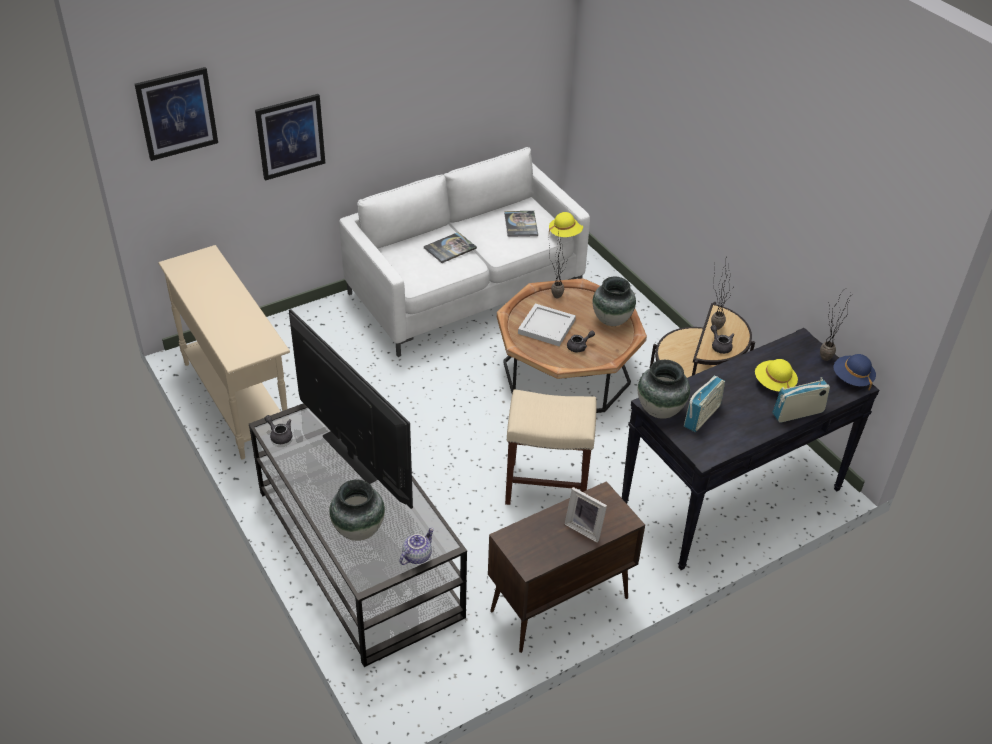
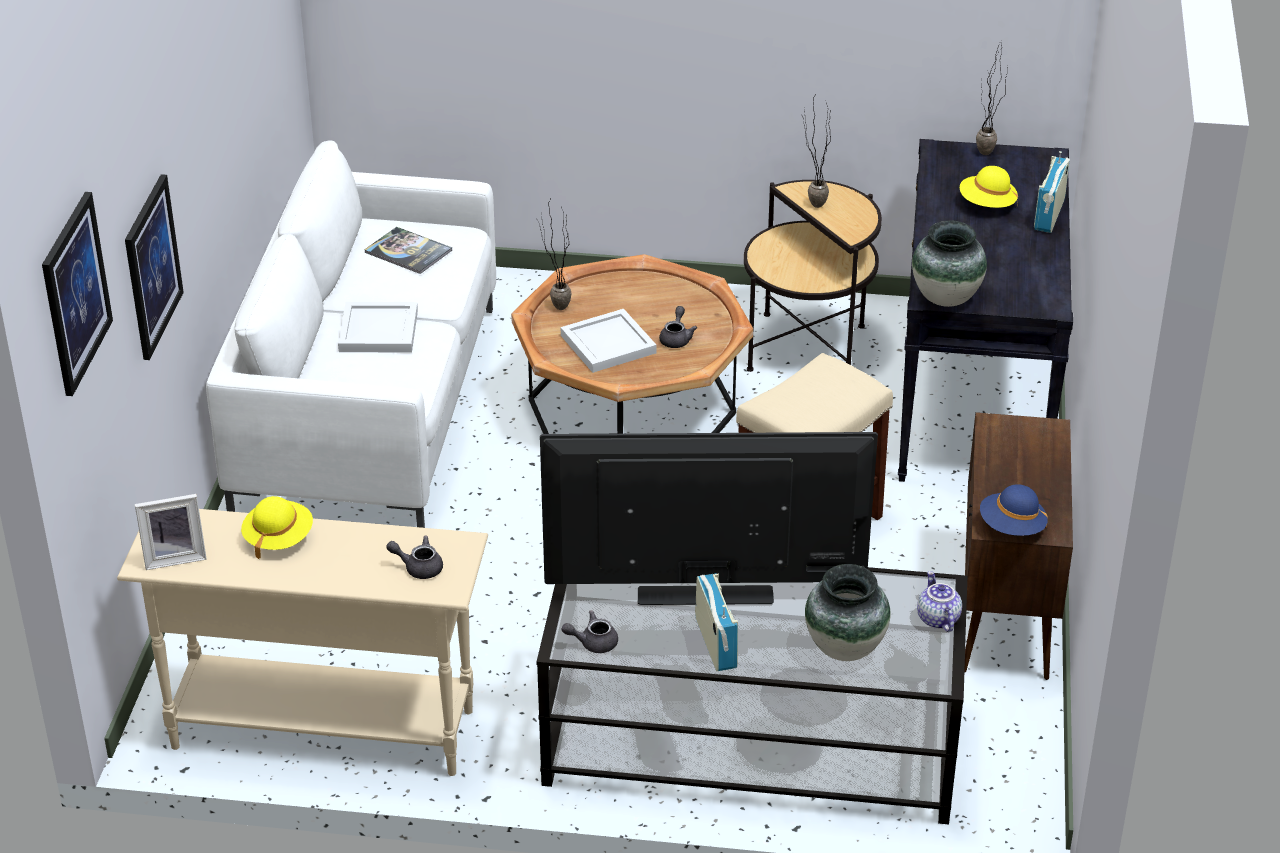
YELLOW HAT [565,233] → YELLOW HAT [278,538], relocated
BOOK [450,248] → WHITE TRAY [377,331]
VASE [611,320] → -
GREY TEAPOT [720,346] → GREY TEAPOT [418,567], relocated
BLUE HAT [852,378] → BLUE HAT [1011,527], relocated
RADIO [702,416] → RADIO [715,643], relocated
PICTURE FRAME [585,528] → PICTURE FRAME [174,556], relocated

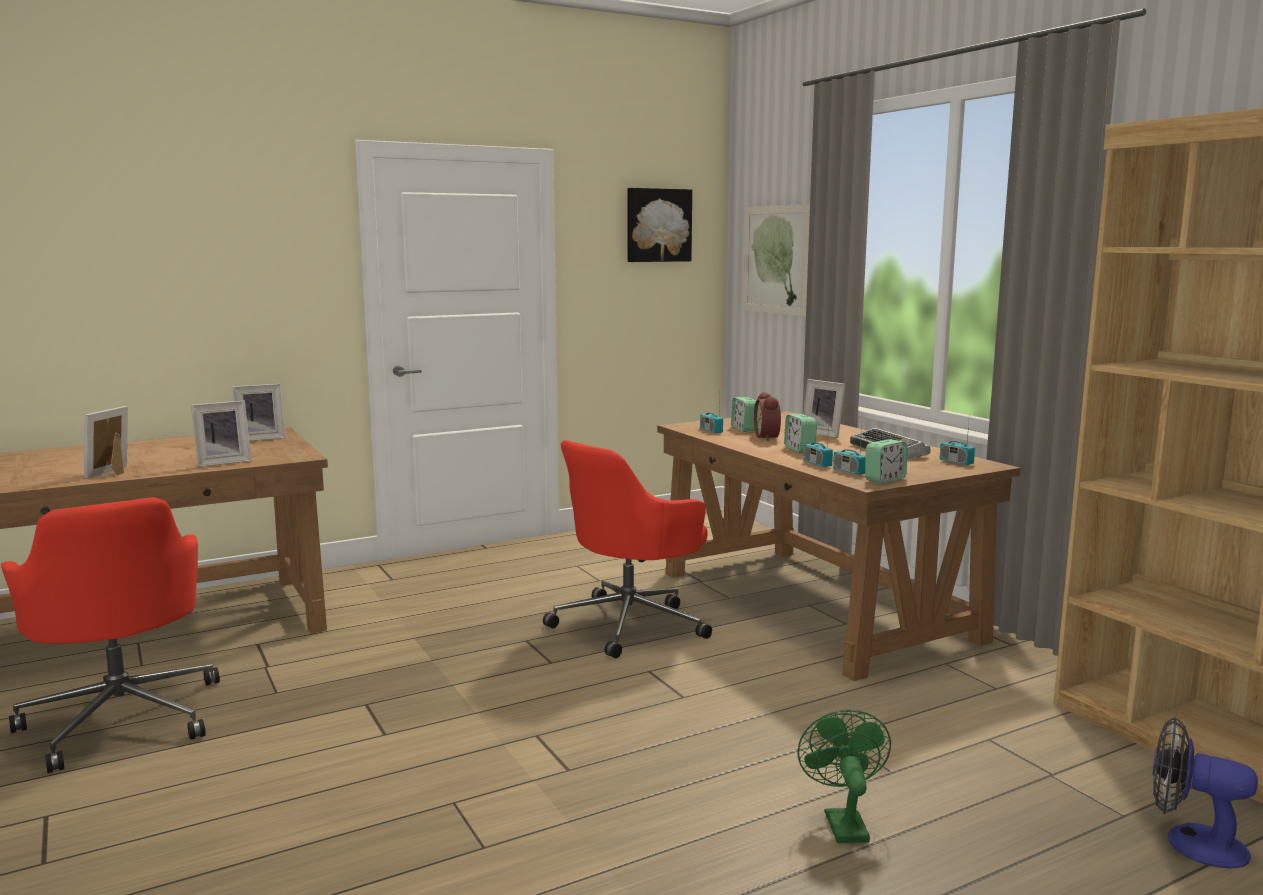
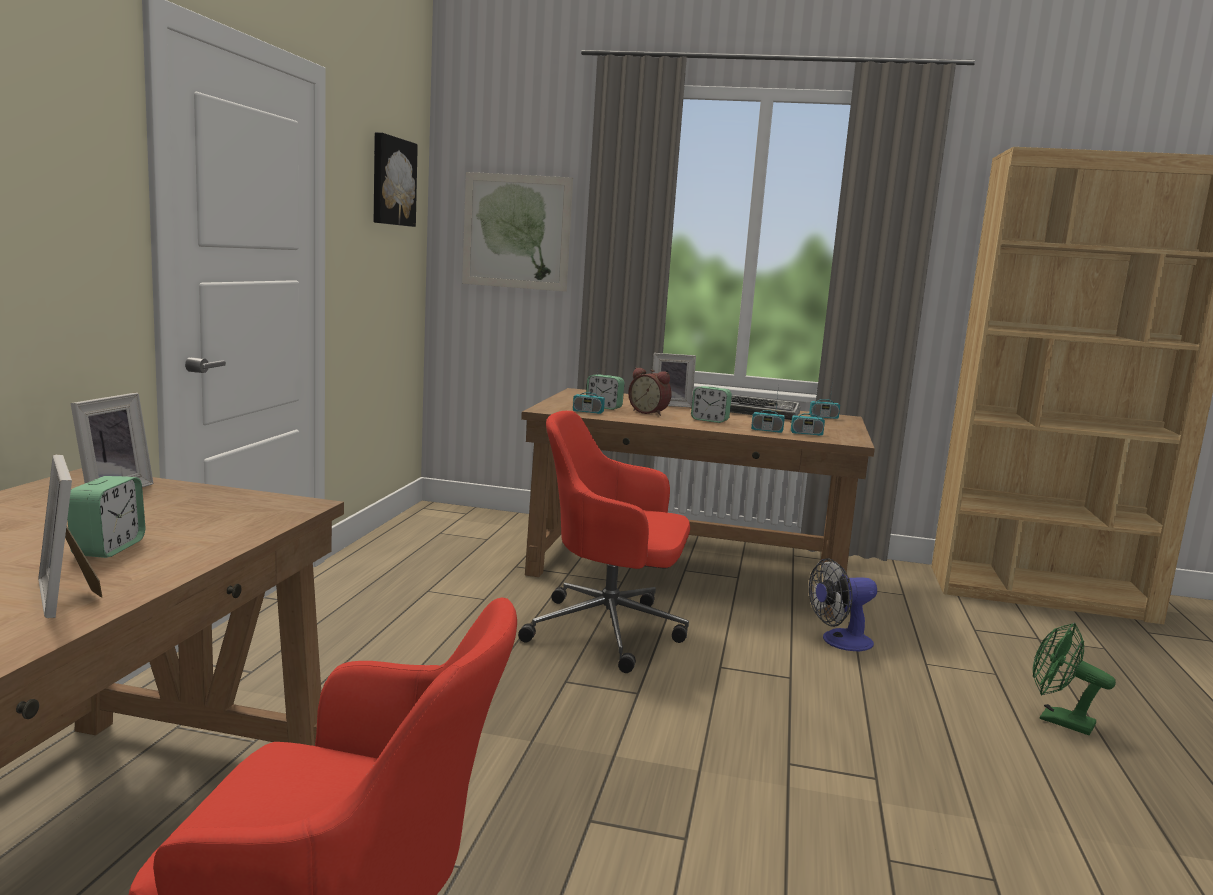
PICTURE FRAME [223,462] → -
ALARM CLOCK [885,480] → ALARM CLOCK [108,548], relocated
RED OFFICE CHAIR [631,624] → RED OFFICE CHAIR [610,631], 105 degrees clockwise
FAN [1191,842] → FAN [839,642], relocated

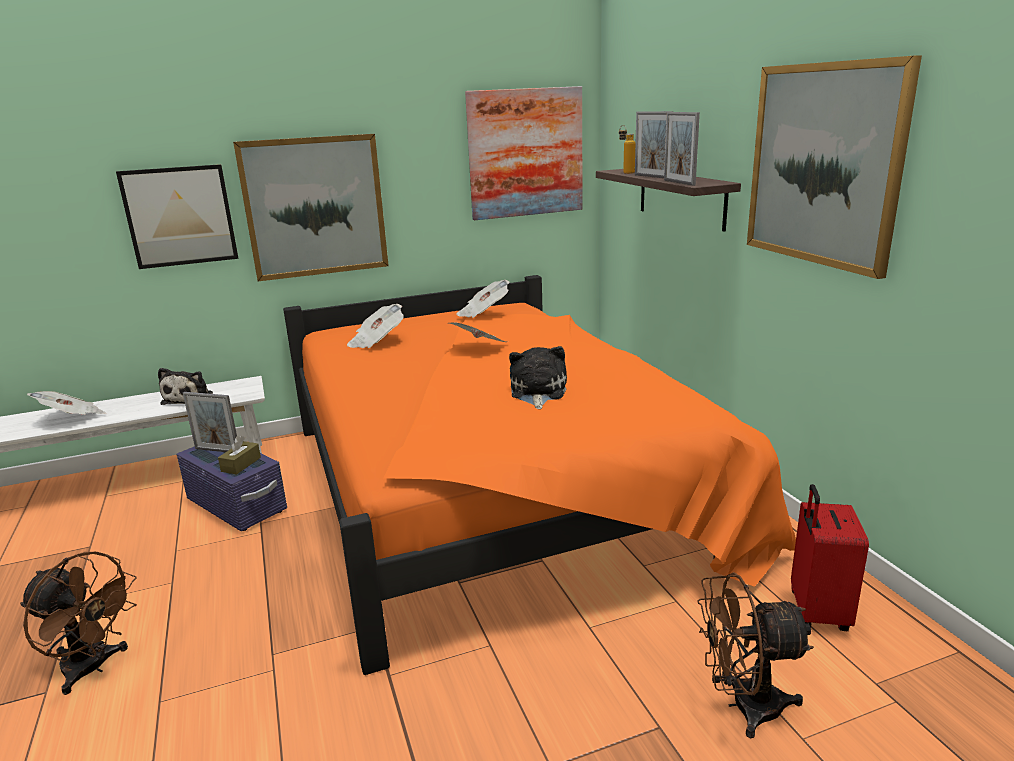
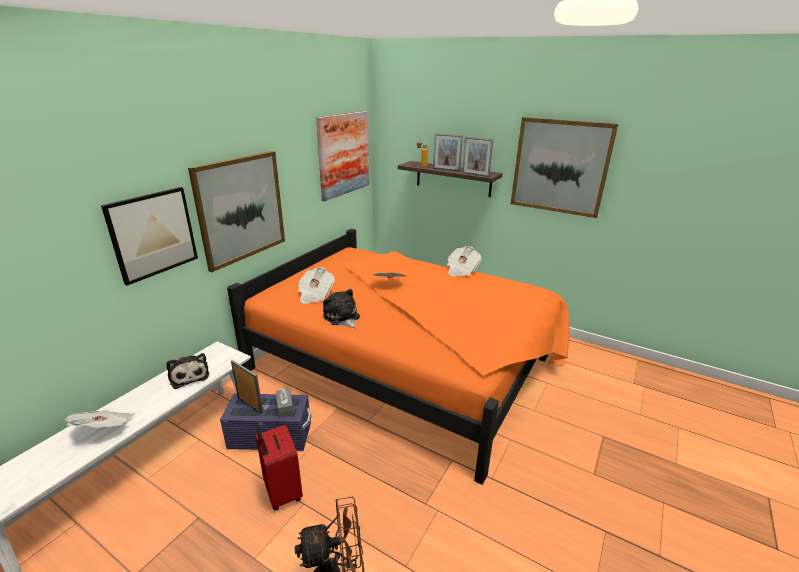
NEWSPAPER [483,313] → NEWSPAPER [461,270], relocated
PLUSH TOY [537,392] → PLUSH TOY [342,317], relocated
PICTURE FRAME [217,450] → PICTURE FRAME [250,405], 120 degrees counterclockwise
BROWN TISSUE BOX [241,464] → GREY TISSUE BOX [285,407]
RED SUITCASE [816,611] → RED SUITCASE [281,492], relocated
BROWN FAN [743,705] → -

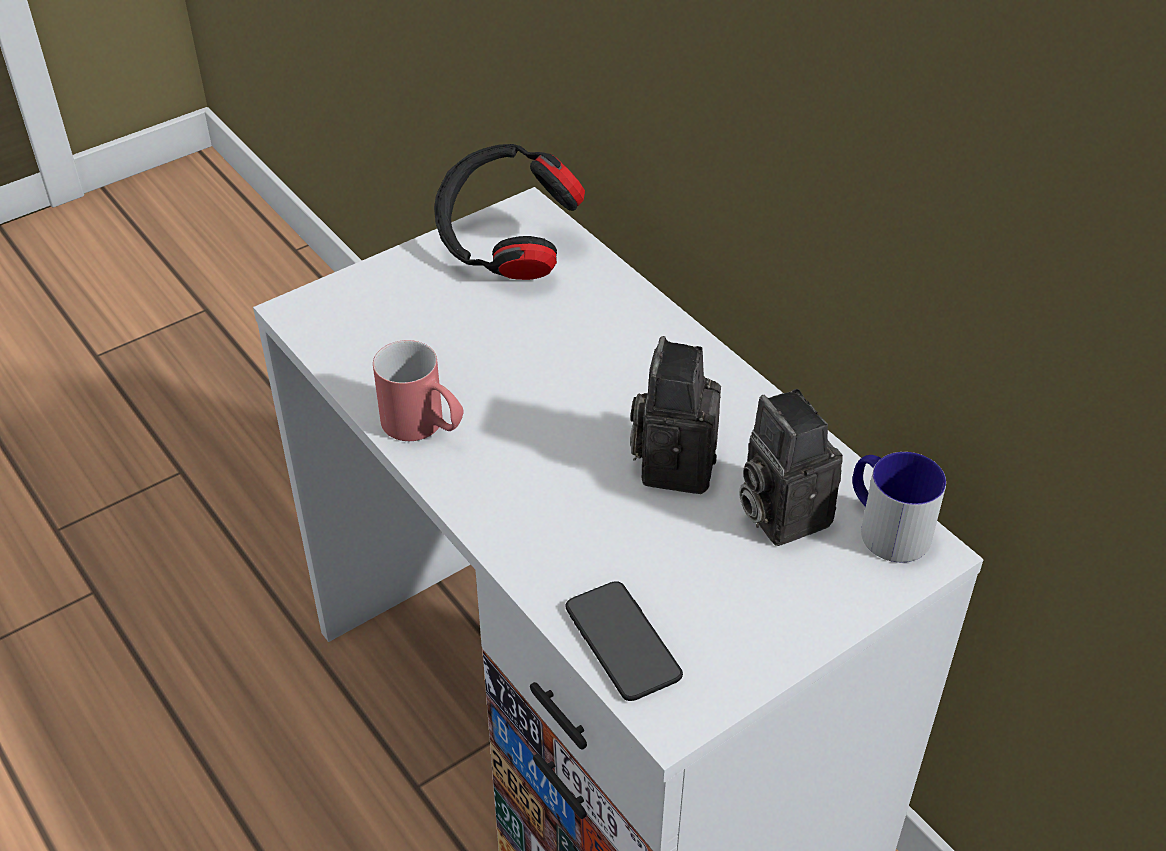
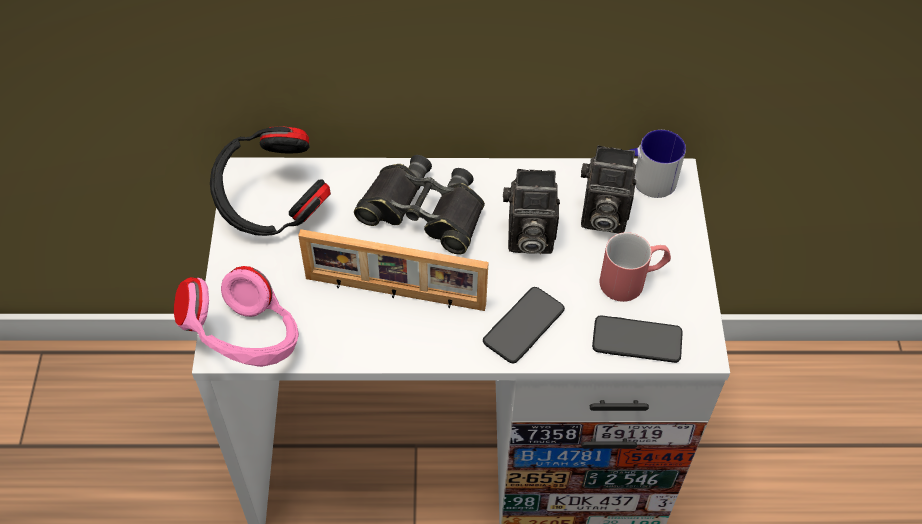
PHOTO CAMERA [673,462] → PHOTO CAMERA [527,238], 45 degrees counterclockwise
RED MUG [424,427] → RED MUG [632,280], relocated
- → BLACK BINOCULARS [424,211]
- → PICTURE FRAME [394,294]
- → PINK HEADPHONES [247,342]
- → PHONE [523,326]

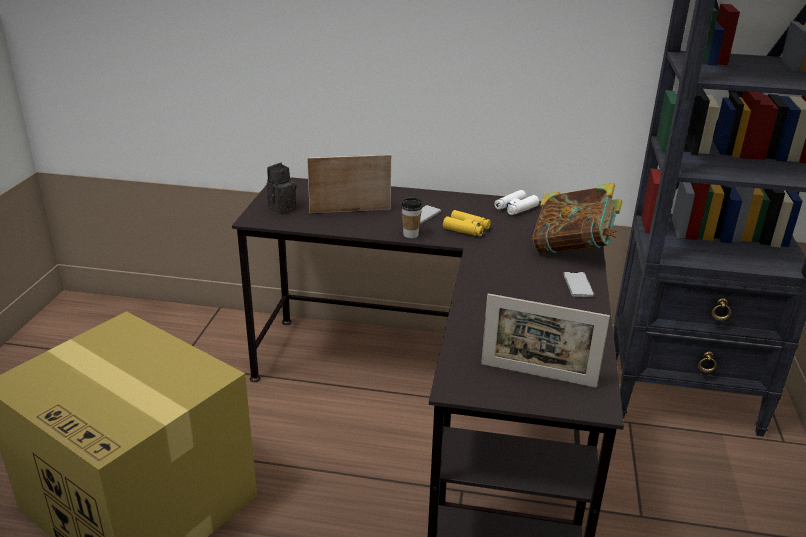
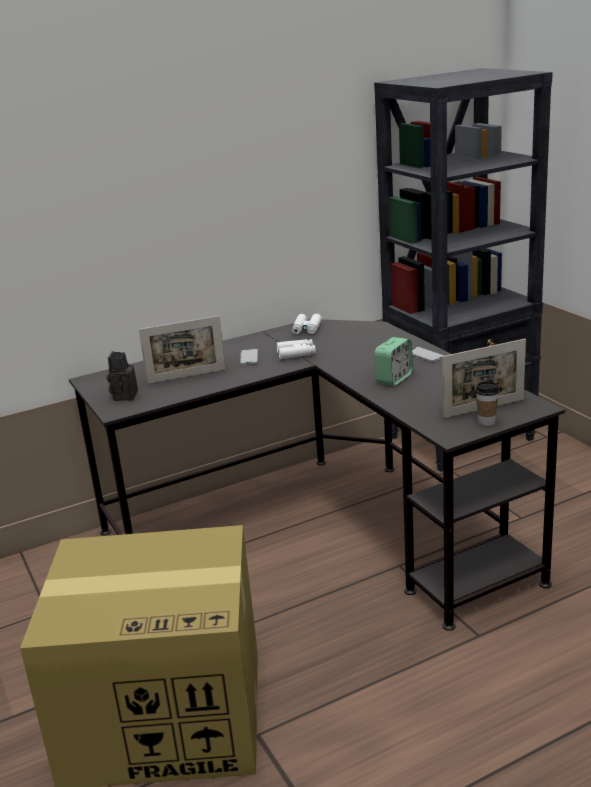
PICTURE FRAME [350,211] → PICTURE FRAME [186,376], 150 degrees counterclockwise
BOOK [572,250] → -
CUP [410,235] → CUP [486,422], relocated
YELLOW BINOCULARS [466,229] → WHITE BINOCULARS [296,353]
- → ALARM CLOCK [394,379]

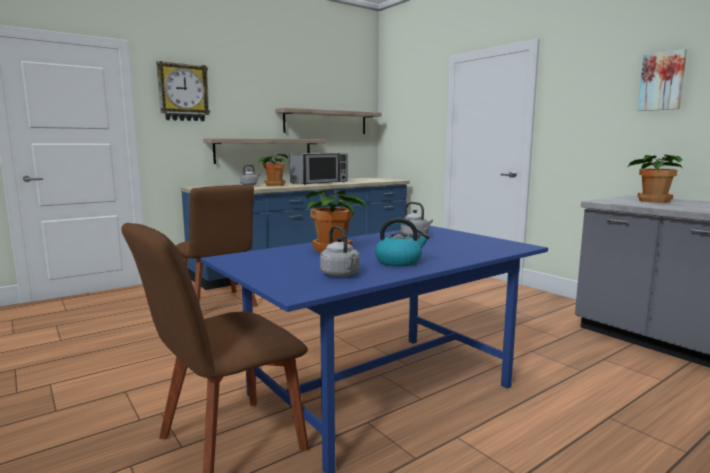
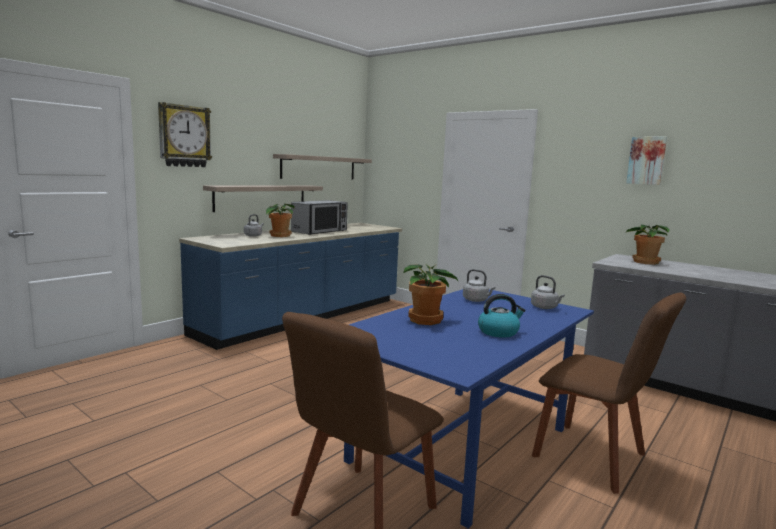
BROWN CHAIR [218,305] → BROWN CHAIR [595,458], relocated
GREY KETTLE [341,275] → GREY KETTLE [545,307], relocated

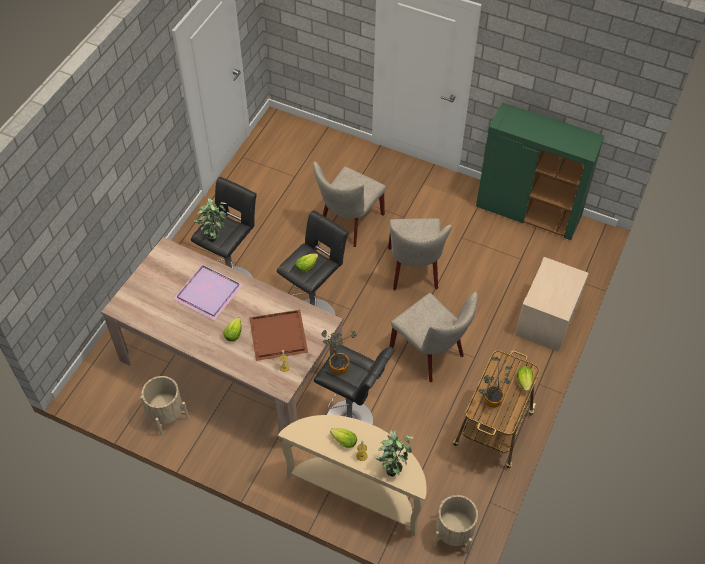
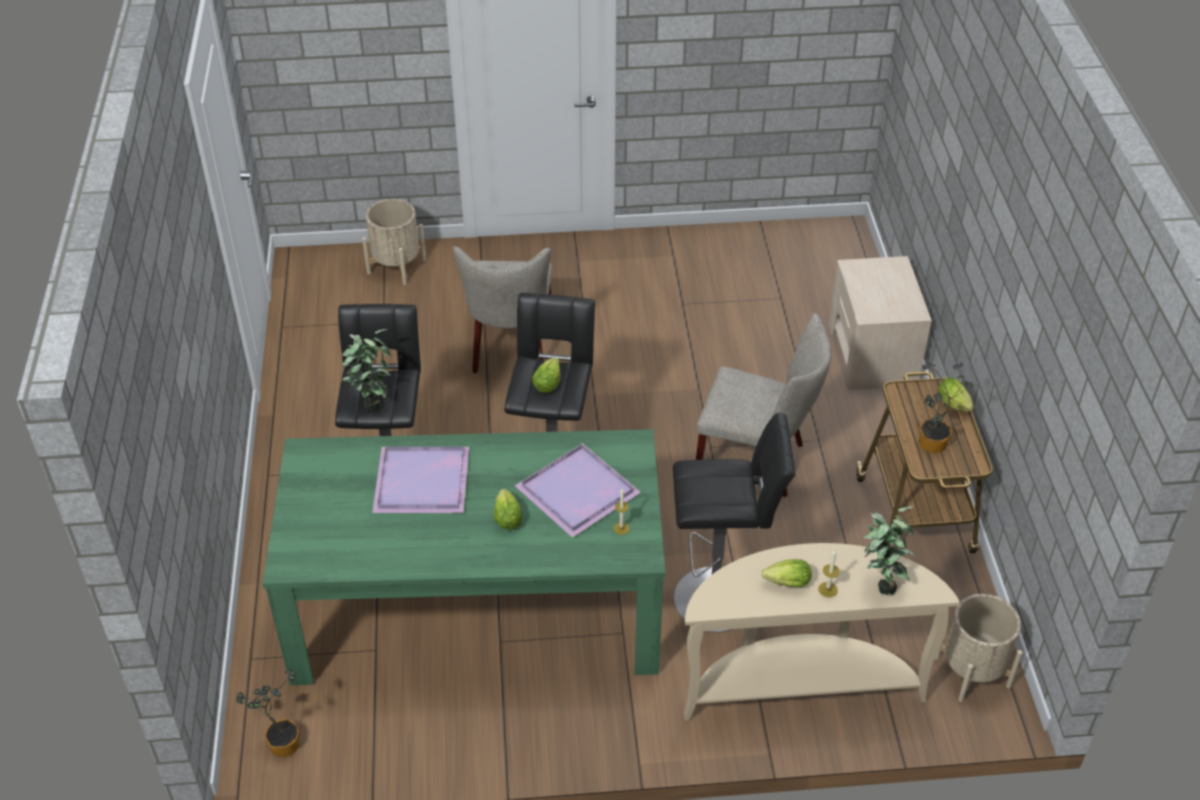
GREEN CABINET [529,212] → -
BEIGE CHAIR [414,271] → -
BEIGE DINING TABLE [230,364] → GREEN DINING TABLE [477,606]
BROWN TRAY [277,337] → PURPLE TRAY [577,493]
POTTED PLANT [337,365] → POTTED PLANT [280,743], relocated
BEIGE PLANTER [167,415] → BEIGE PLANTER [396,266], relocated

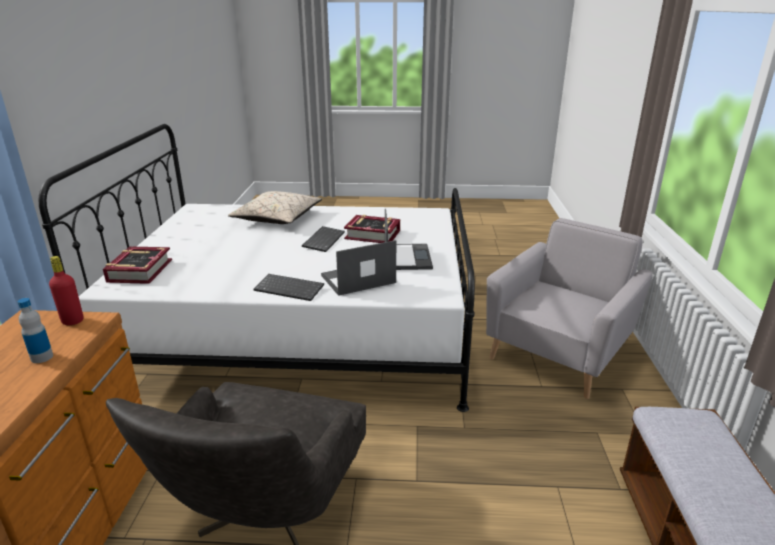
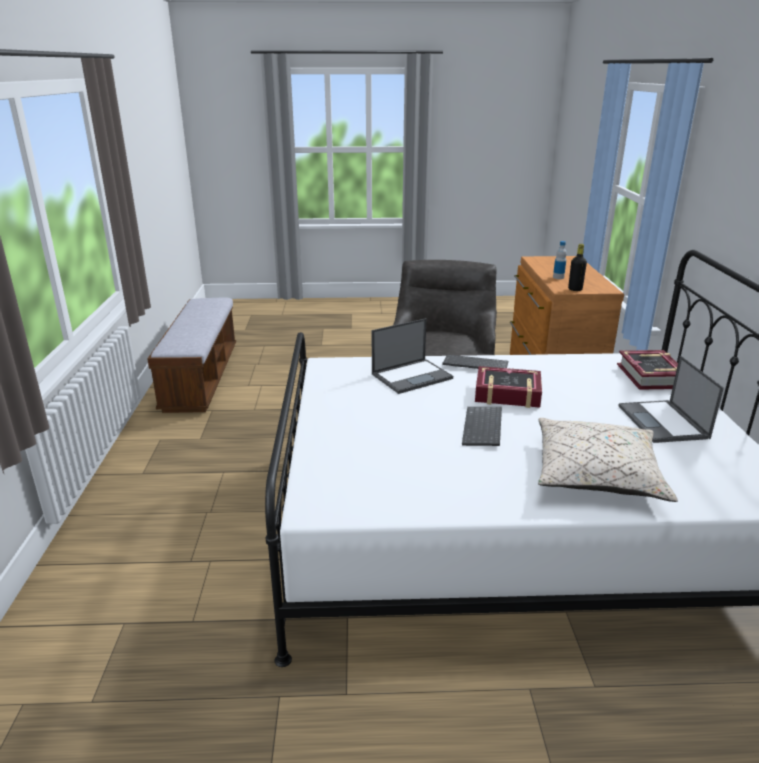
LAPTOP [407,257] → LAPTOP [663,422], relocated
BOOK [373,234] → BOOK [507,394], relocated
GREY ARMCHAIR [559,352] → -
RED BOTTLE [72,321] → BLACK BOTTLE [575,289]

